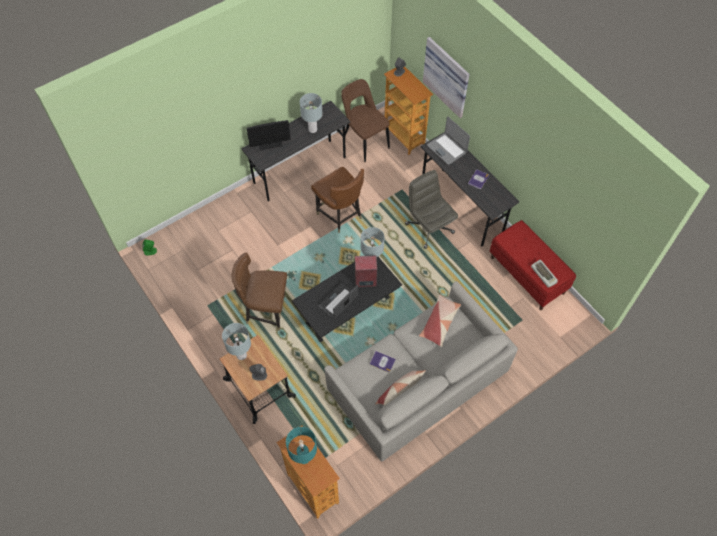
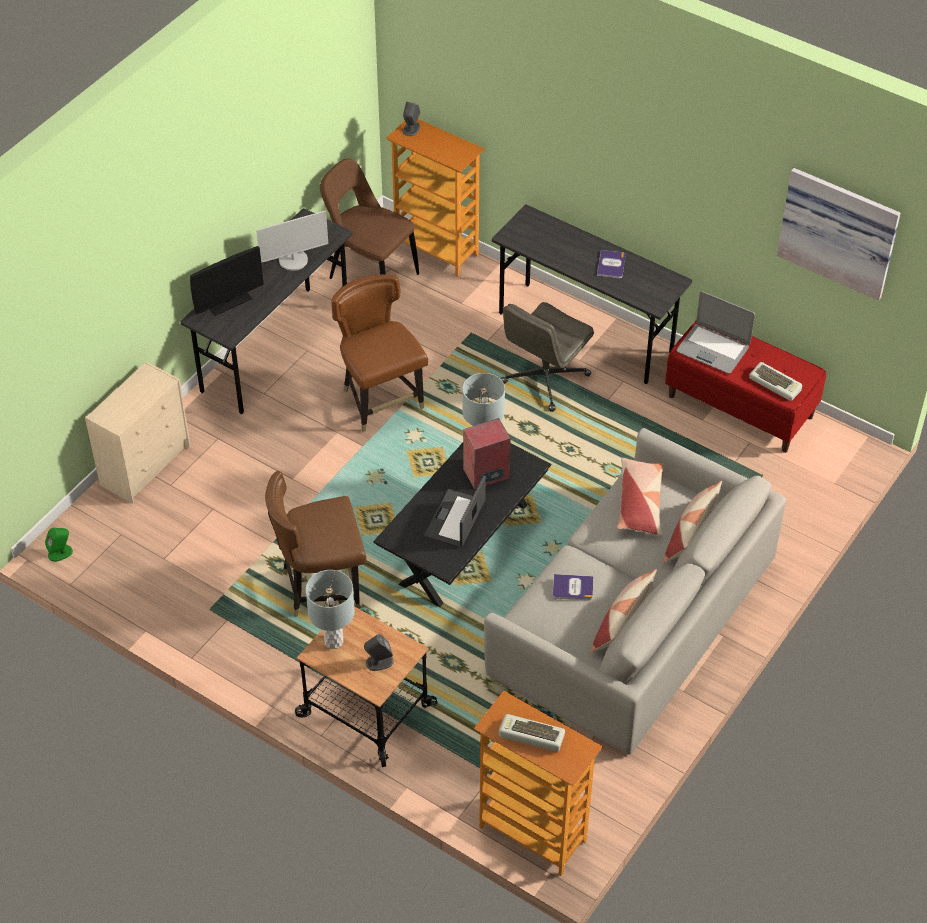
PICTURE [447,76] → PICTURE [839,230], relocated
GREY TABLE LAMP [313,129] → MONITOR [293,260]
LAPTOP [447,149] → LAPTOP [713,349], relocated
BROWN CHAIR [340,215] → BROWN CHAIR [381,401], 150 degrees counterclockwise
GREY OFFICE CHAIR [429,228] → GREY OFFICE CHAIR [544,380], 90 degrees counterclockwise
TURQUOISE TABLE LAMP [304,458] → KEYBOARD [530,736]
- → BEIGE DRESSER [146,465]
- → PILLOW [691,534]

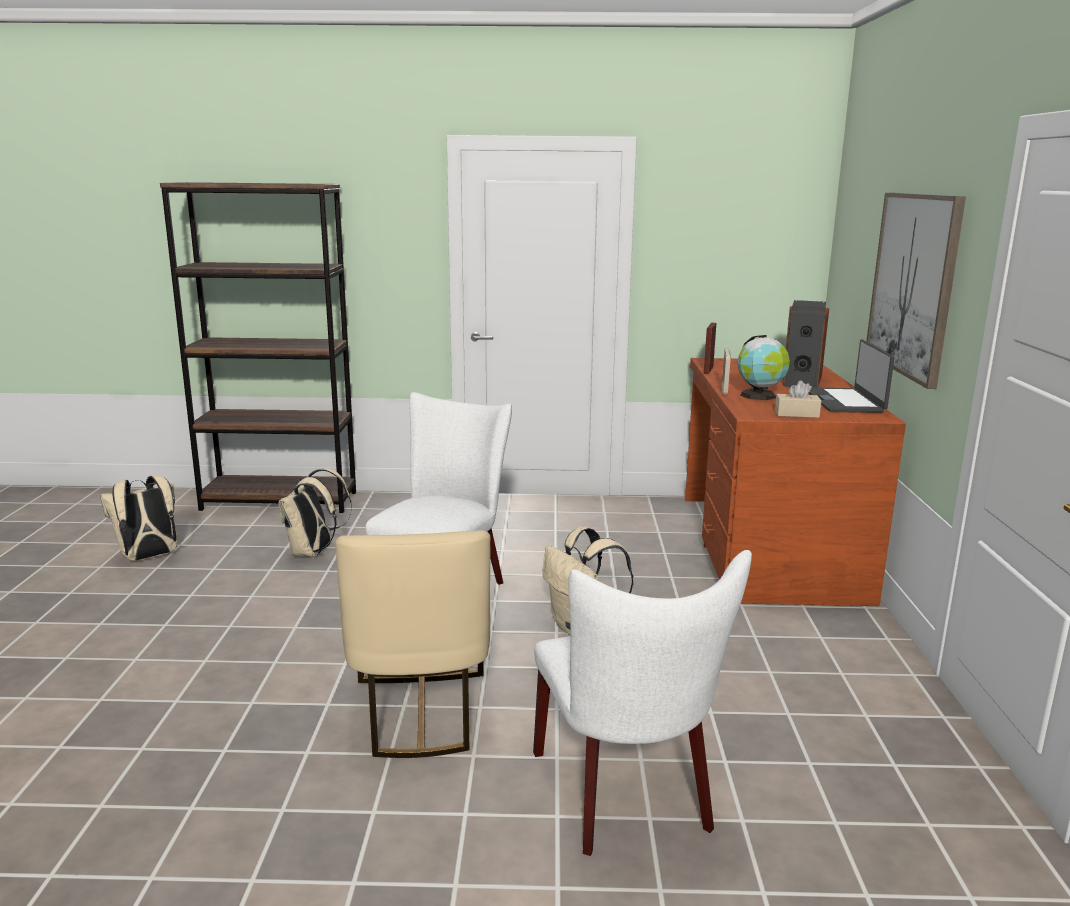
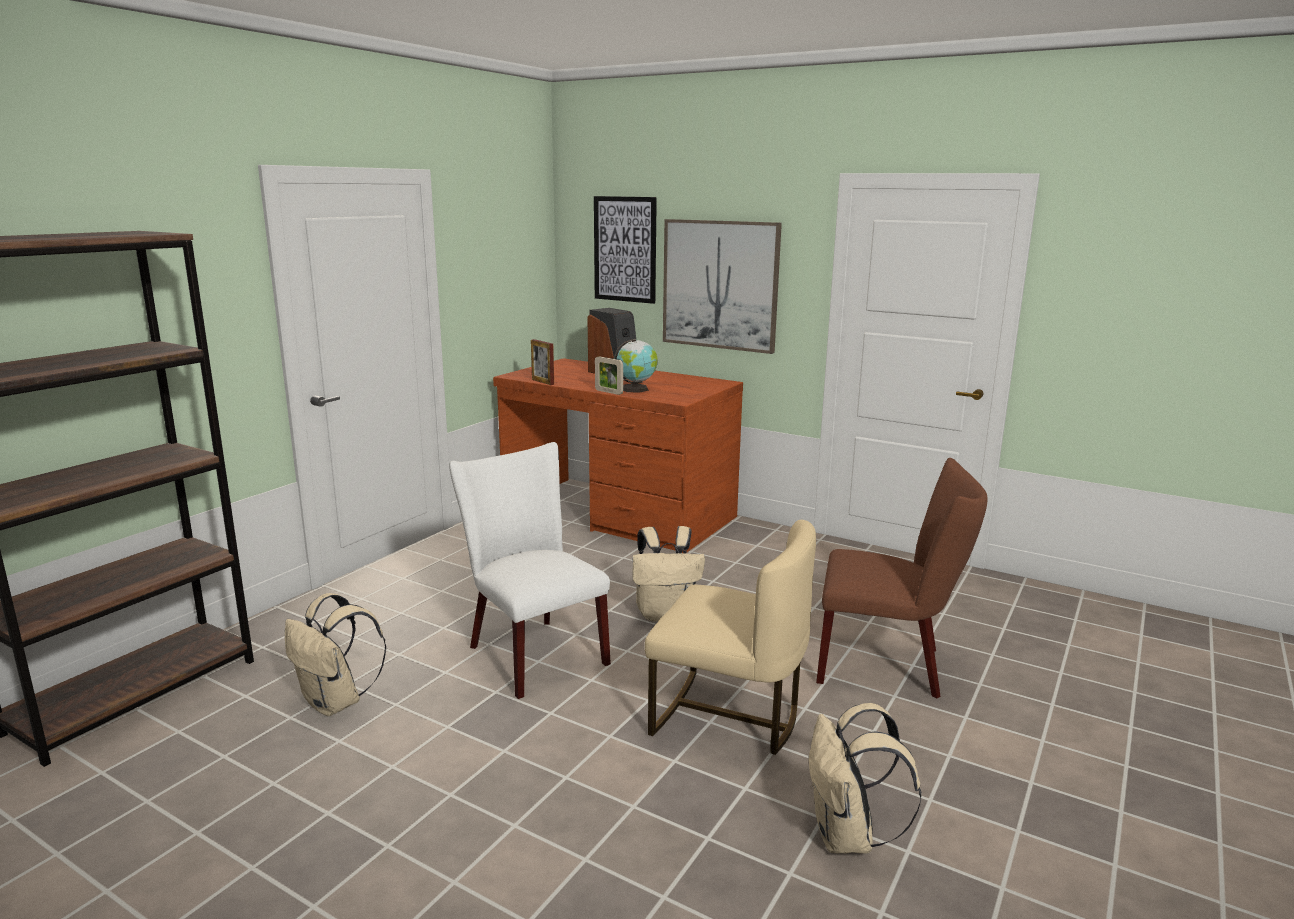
LAPTOP [845,401] → -
BEIGE TISSUE BOX [796,414] → -
BEIGE BACKPACK [148,557] → BEIGE BACKPACK [847,837], relocated
WHITE CHAIR [626,797] → BROWN CHAIR [887,665]
- → PICTURE [625,249]

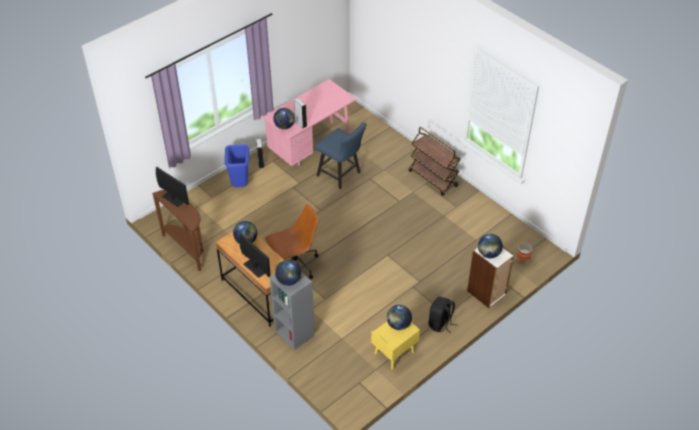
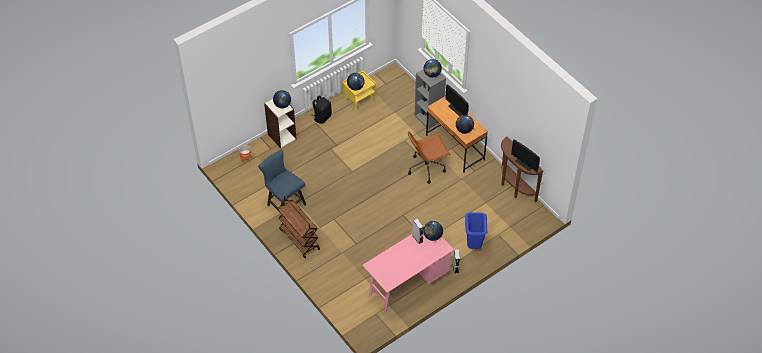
BLUE CHAIR [341,175] → BLUE CHAIR [284,204], relocated

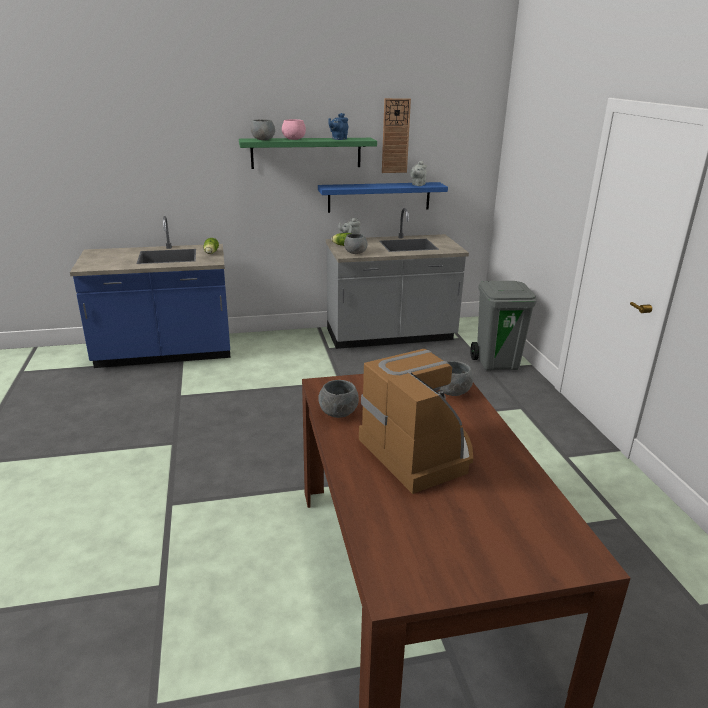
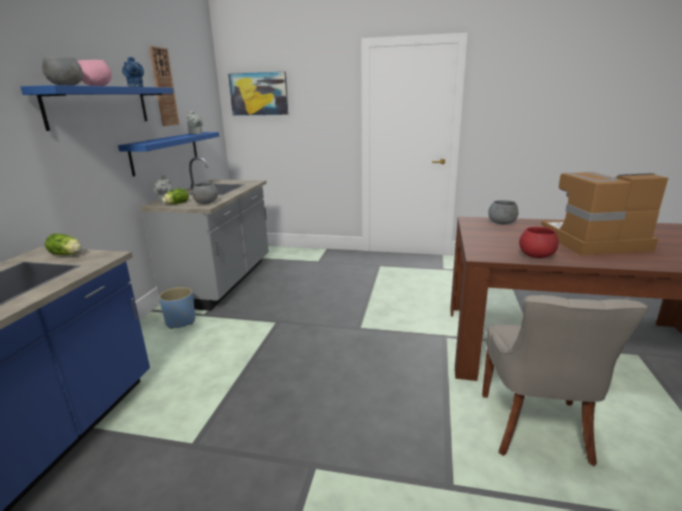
GREEN SHELF [306,153] → BLUE SHELF [99,106]
GREY TRASH CAN [497,363] → -
GREY BOWL [338,413] → RED BOWL [536,256]
- → PICTURE [259,94]
- → BLUE PLANTER [181,322]
- → GREY CHAIR [536,428]

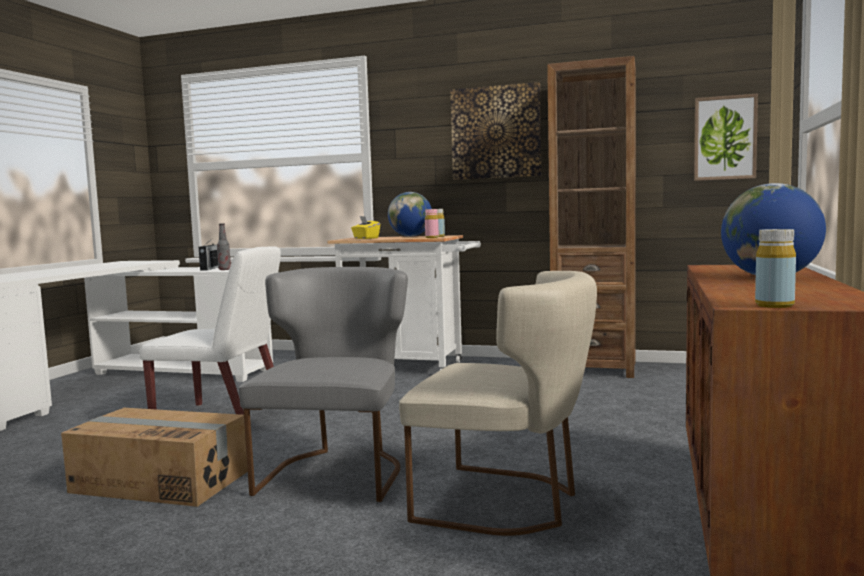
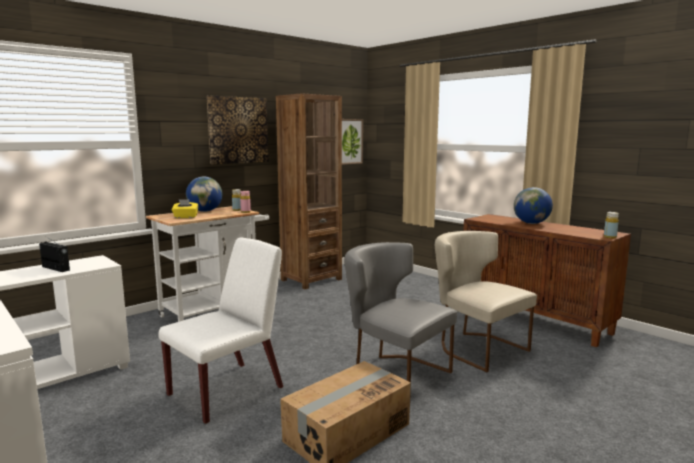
BOTTLE [224,269] → -
BEIGE CHAIR [506,502] → BEIGE CHAIR [476,347], 90 degrees counterclockwise

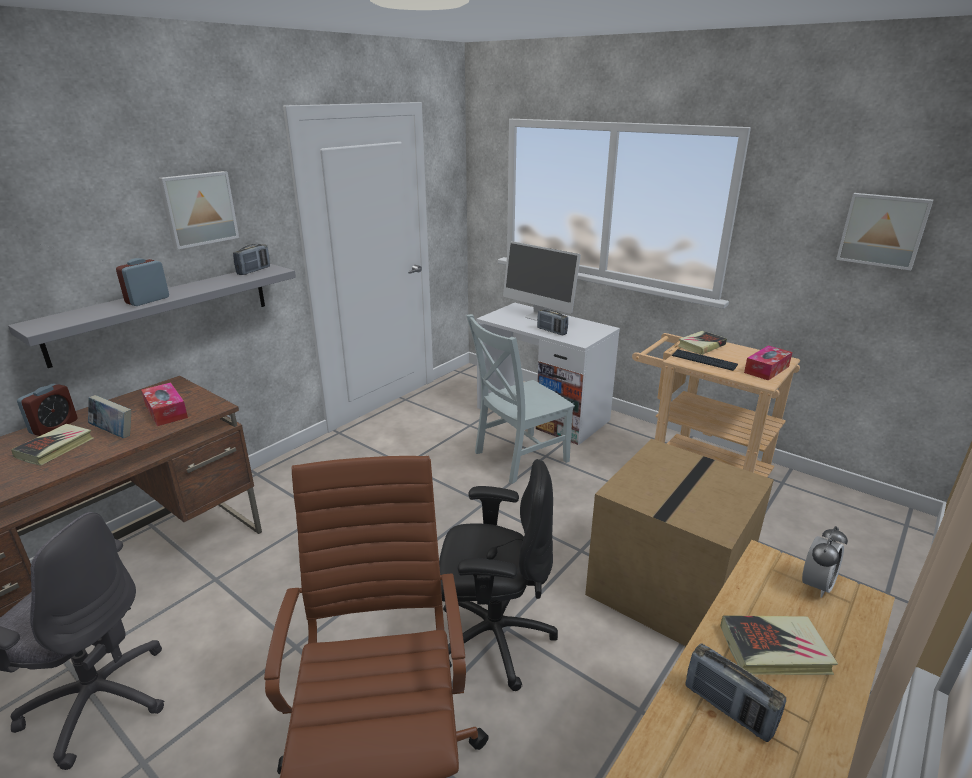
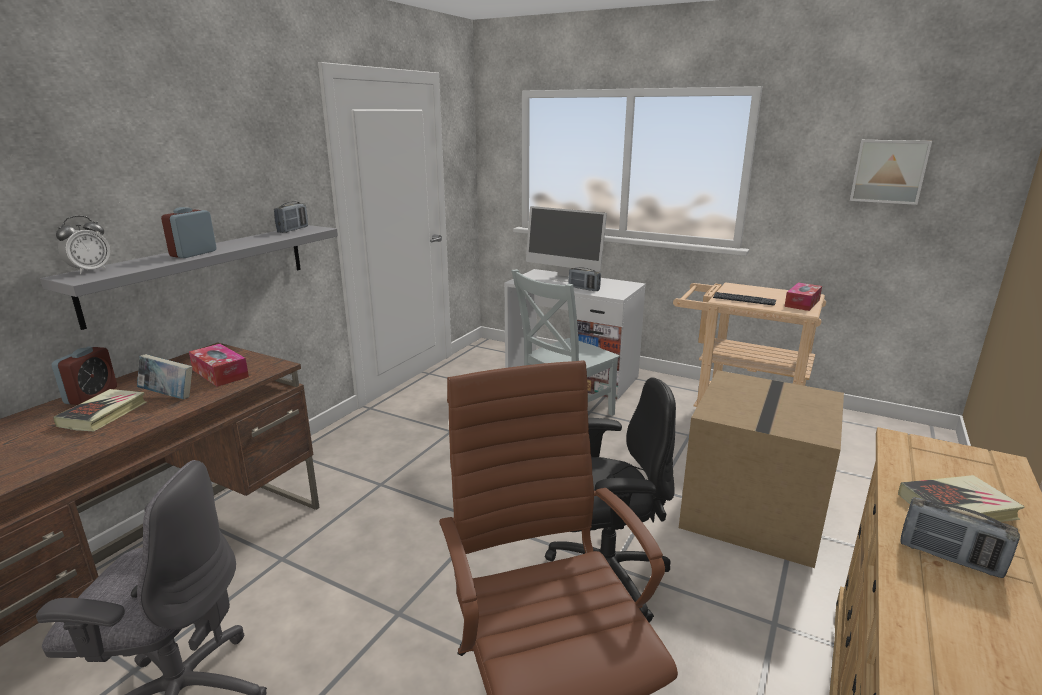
PICTURE [198,209] → -
BOOK [701,345] → -
ALARM CLOCK [816,585] → ALARM CLOCK [90,271], relocated

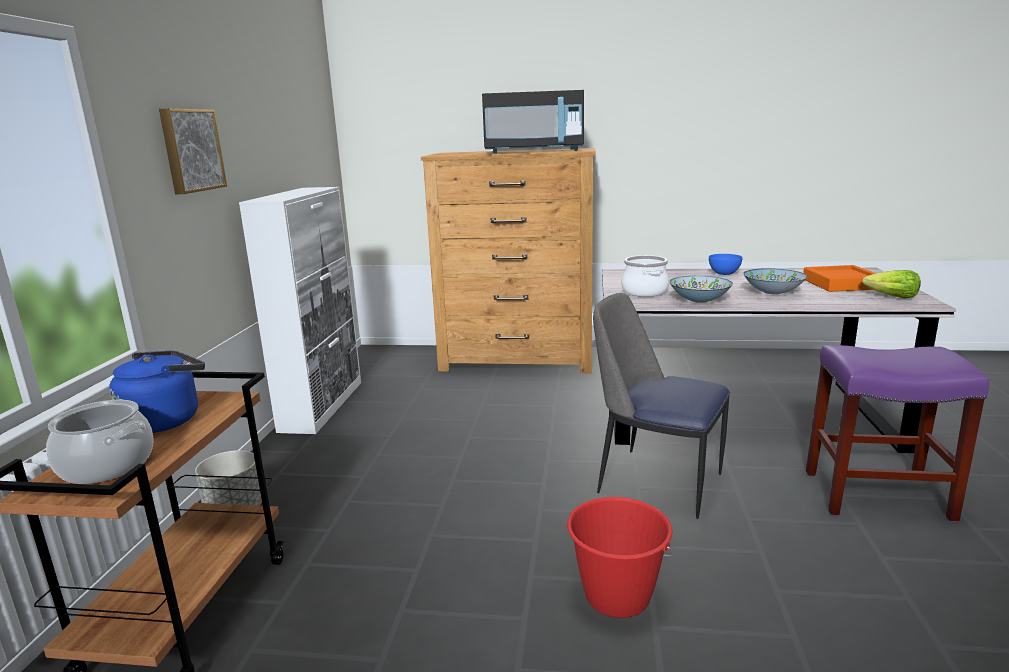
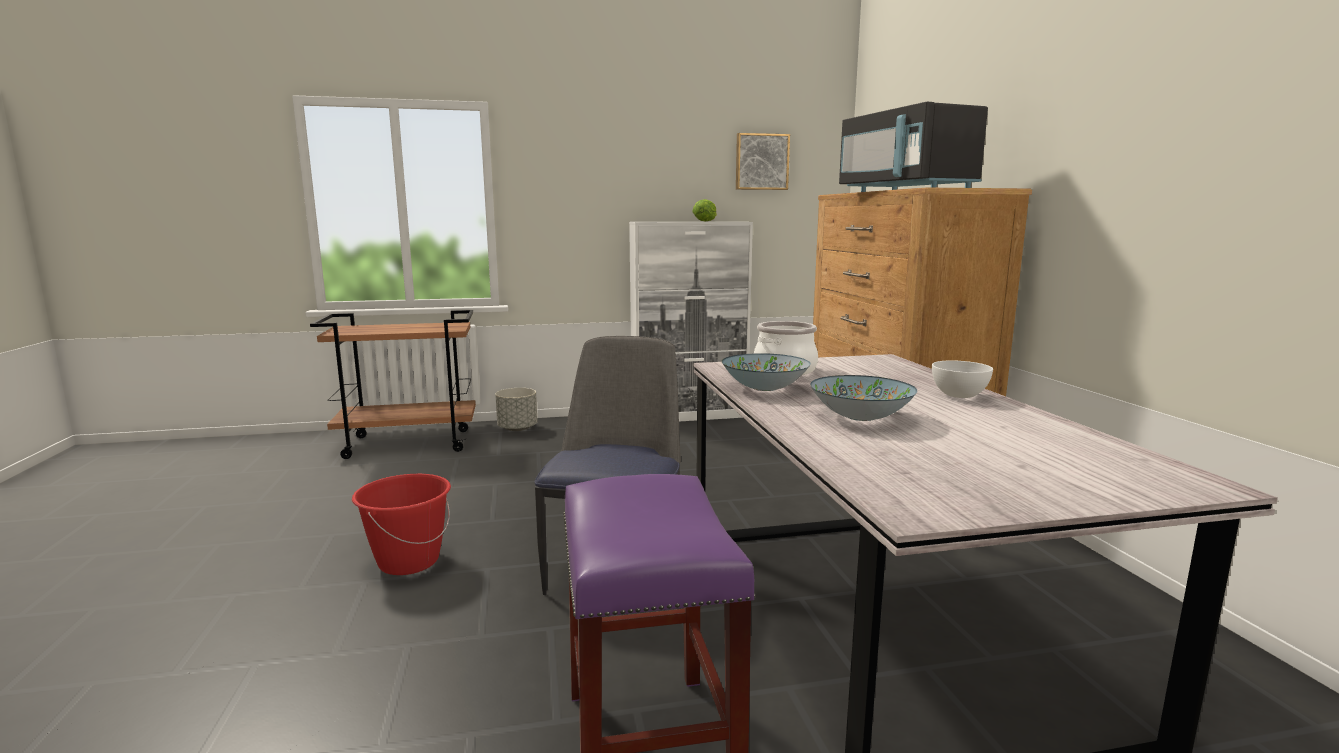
PICTURE [191,150] → PICTURE [761,162], relocated
BLUE BOWL [723,273] → WHITE BOWL [959,395]
ORANGE TRAY [841,284] → -
LETTUCE [891,297] → LETTUCE [705,221], relocated
BLUE KETTLE [166,420] → -
COOKING POT [107,465] → -

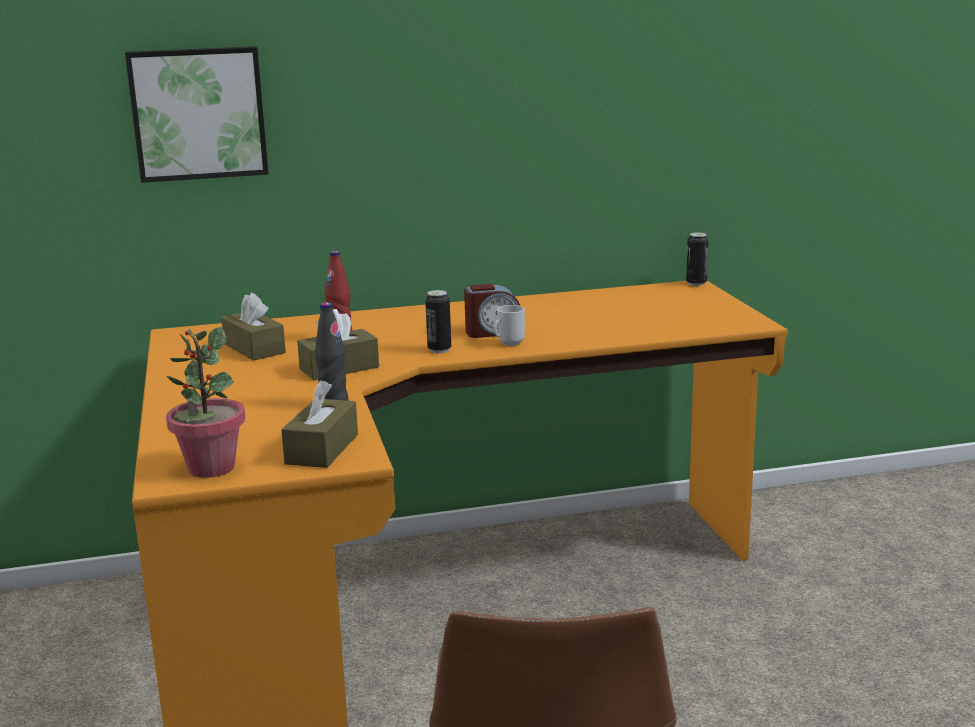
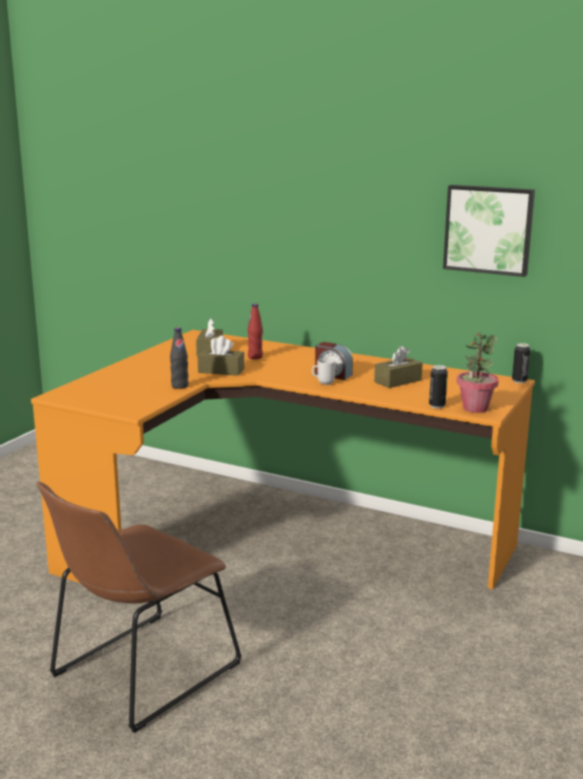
PICTURE [198,113] → PICTURE [489,229], relocated
CAN [439,350] → CAN [437,406], relocated
POTTED PLANT [211,468] → POTTED PLANT [475,408], relocated
BROWN TISSUE BOX [322,449] → BROWN TISSUE BOX [398,381], relocated

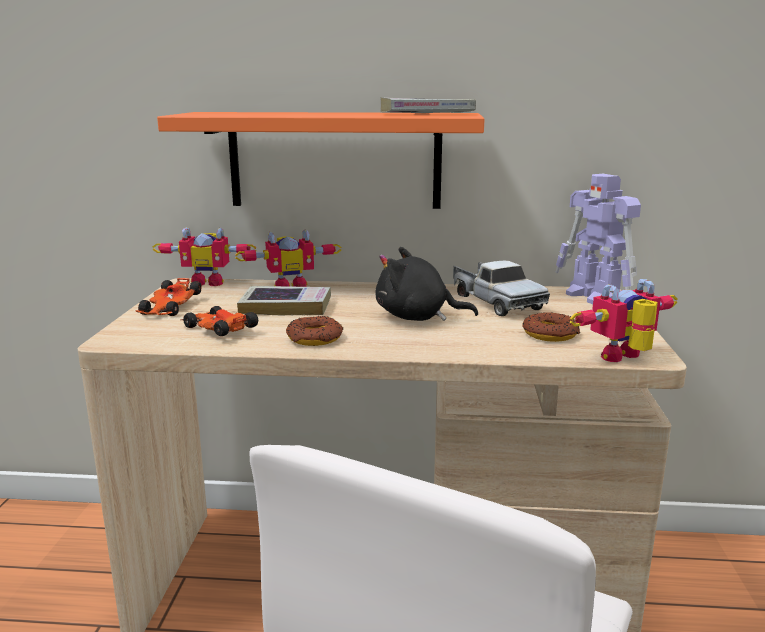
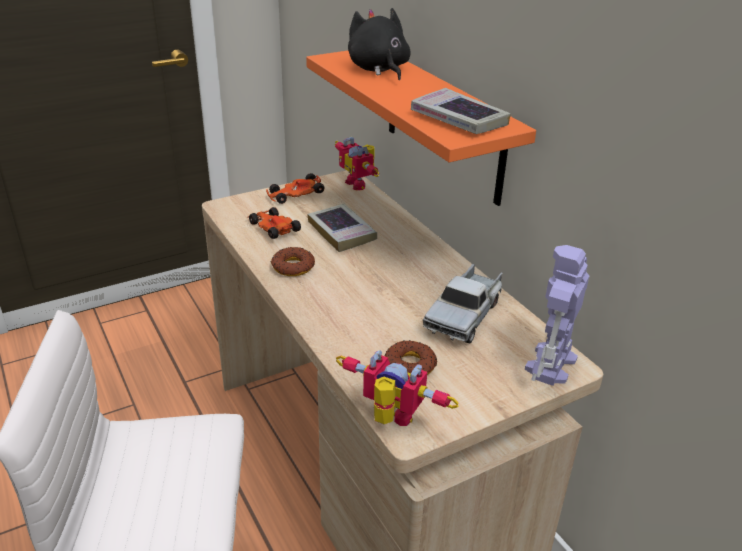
TOY ROBOT [289,286] → -
BLACK PLUSH TOY [417,317] → BLACK PLUSH TOY [378,69], relocated
TOY CAR [218,330] → TOY CAR [273,228], 45 degrees counterclockwise

